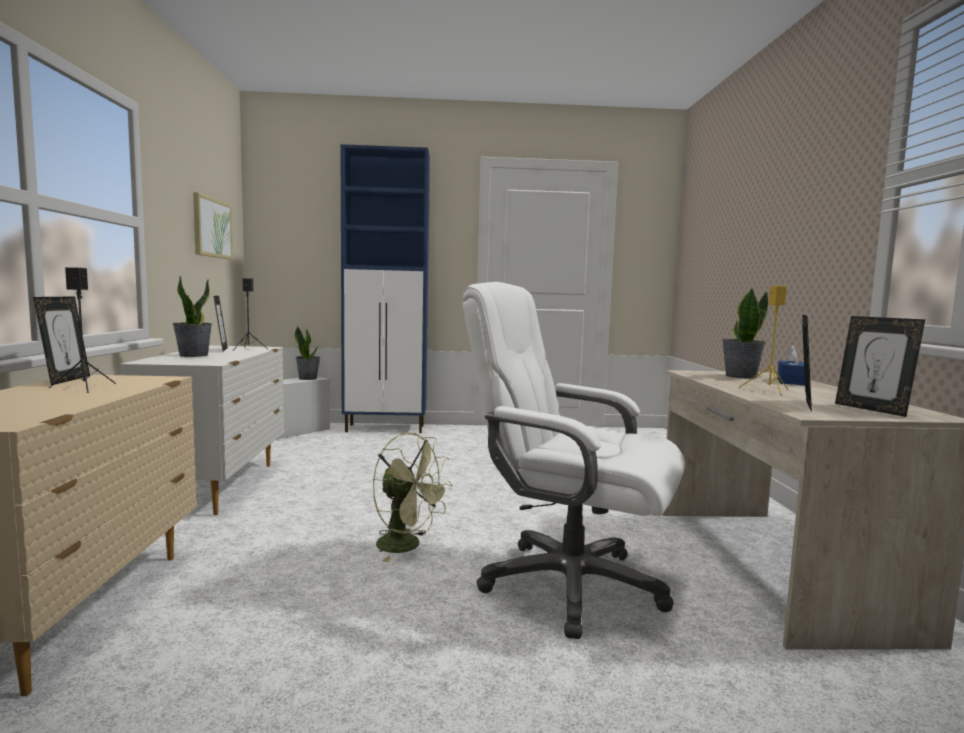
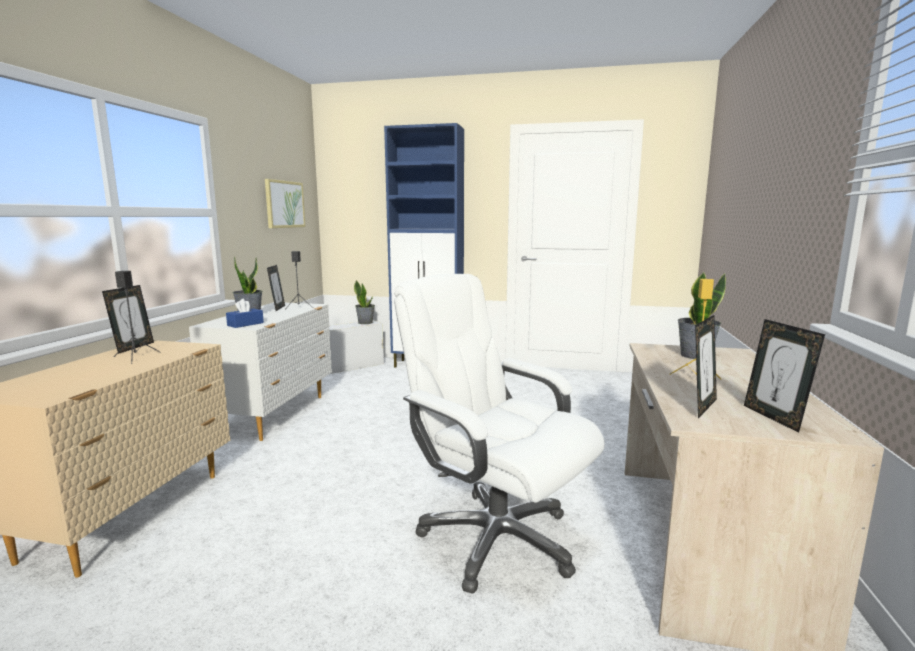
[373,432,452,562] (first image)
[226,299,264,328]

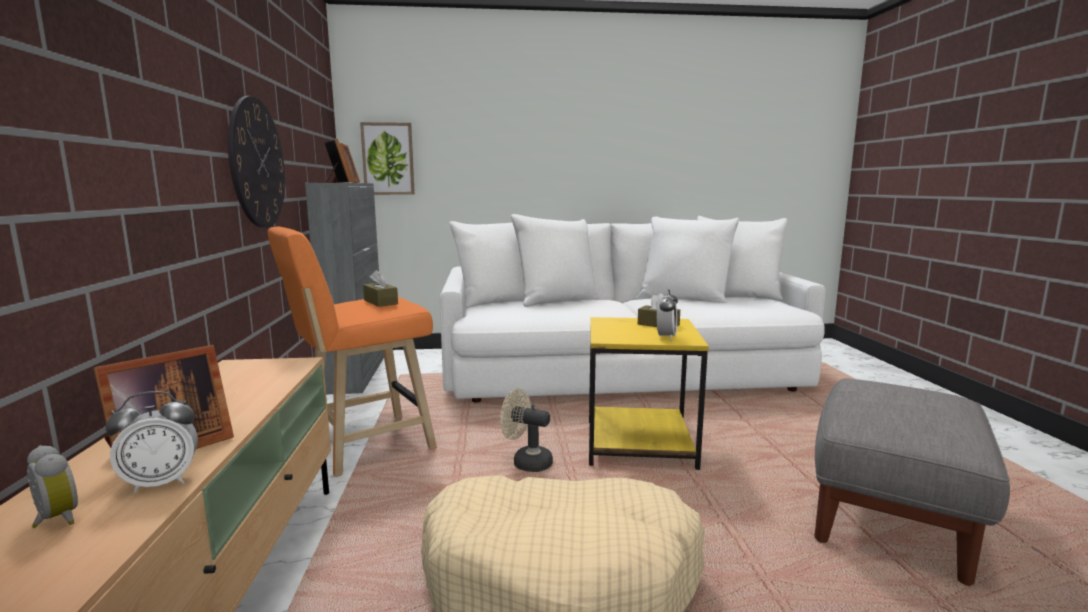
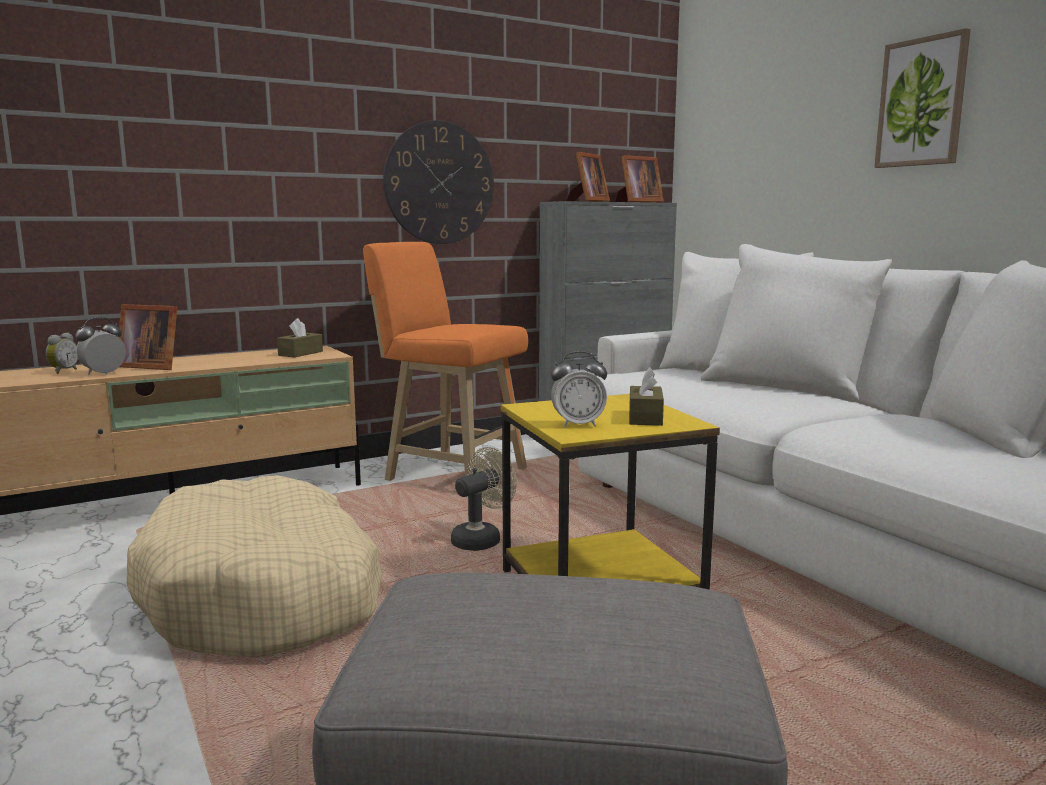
[874,28,971,168]
[277,318,323,357]
[75,317,126,375]
[451,447,517,551]

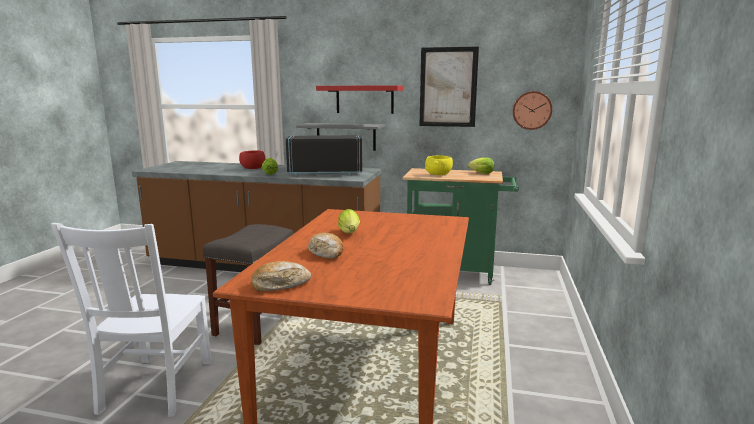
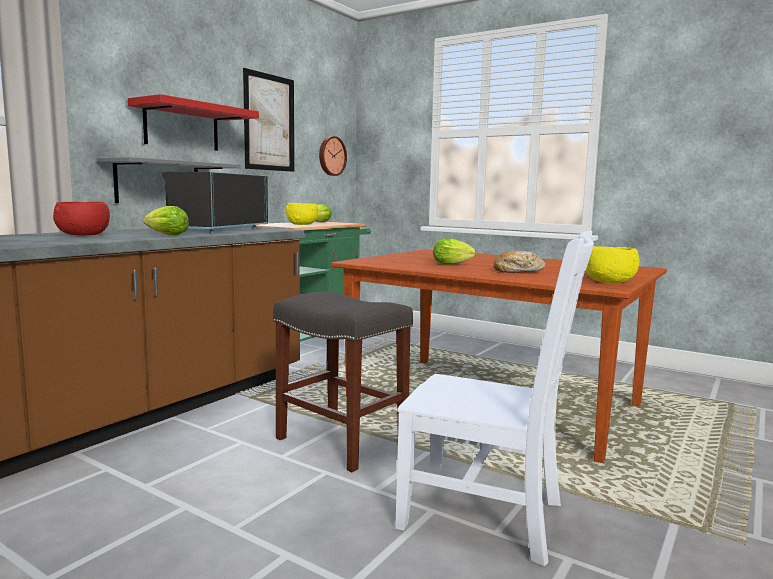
[586,246,640,283]

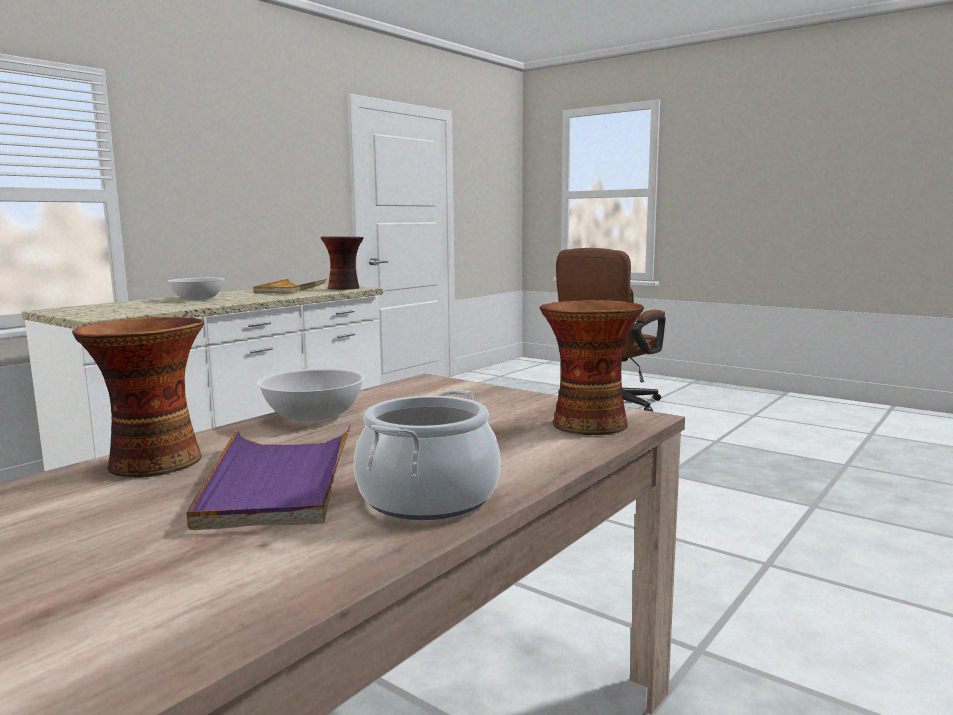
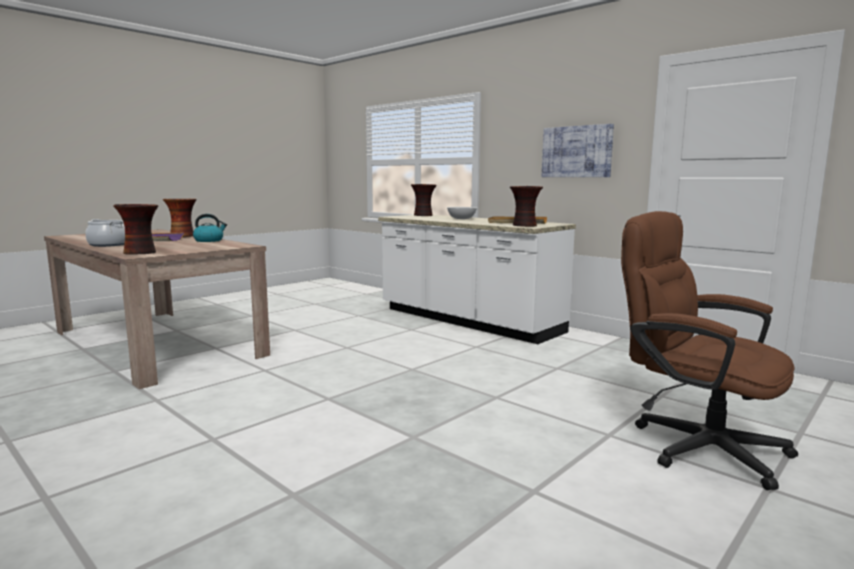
[411,184,437,216]
[542,124,614,177]
[193,214,227,242]

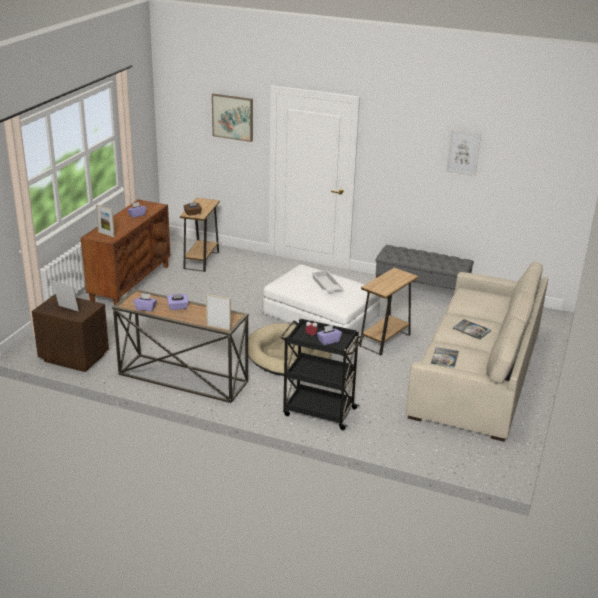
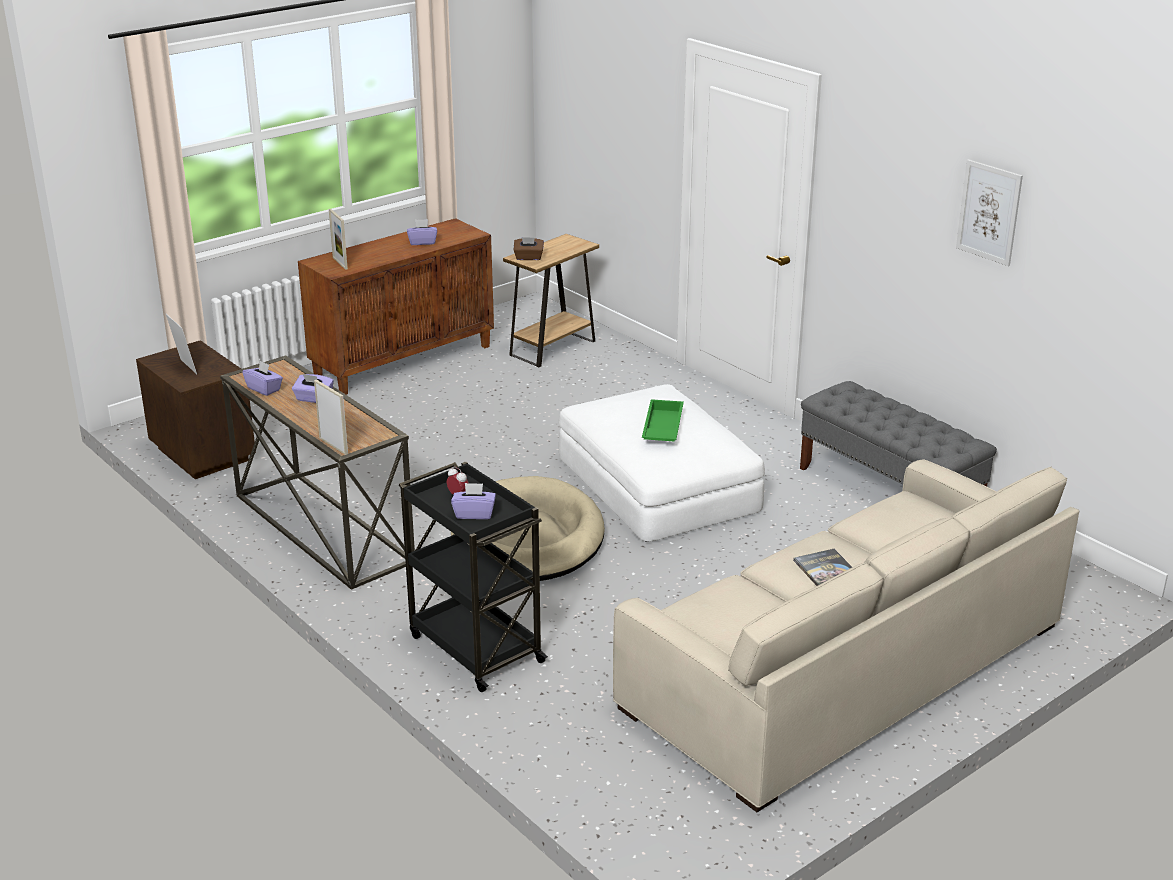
[212,94,253,142] (first image)
[359,268,418,356] (first image)
[431,347,459,368] (first image)
[642,399,684,442]

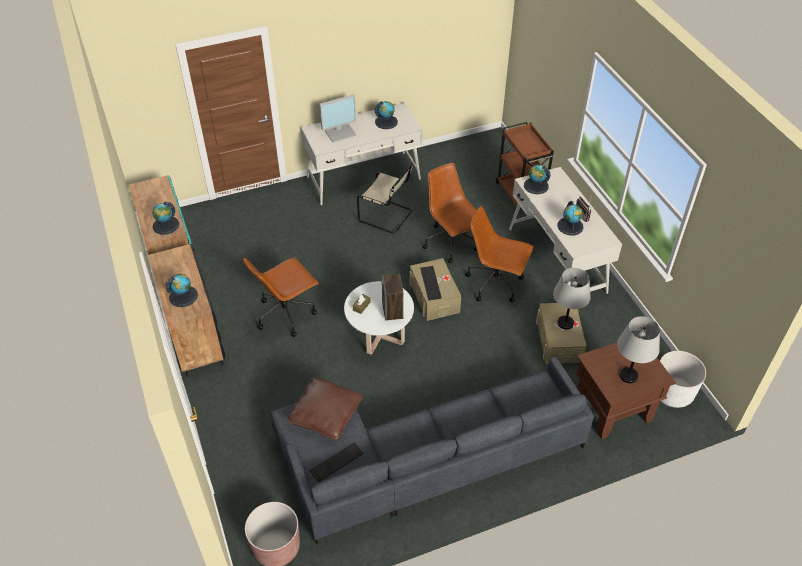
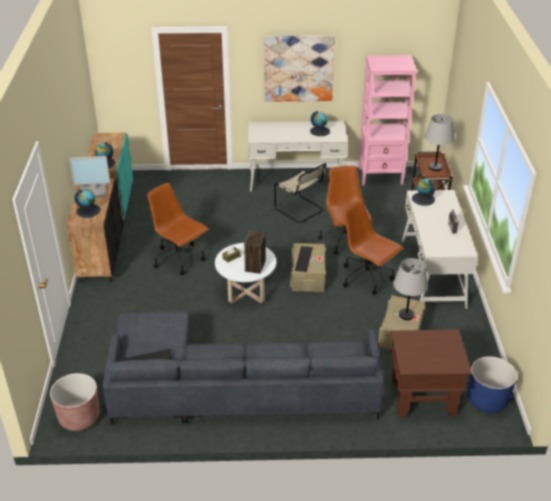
[287,377,363,440] (first image)
[557,201,584,235] (first image)
[264,36,335,102]
[359,55,417,185]
[69,156,110,197]
[425,114,455,171]
[468,356,517,413]
[147,183,209,275]

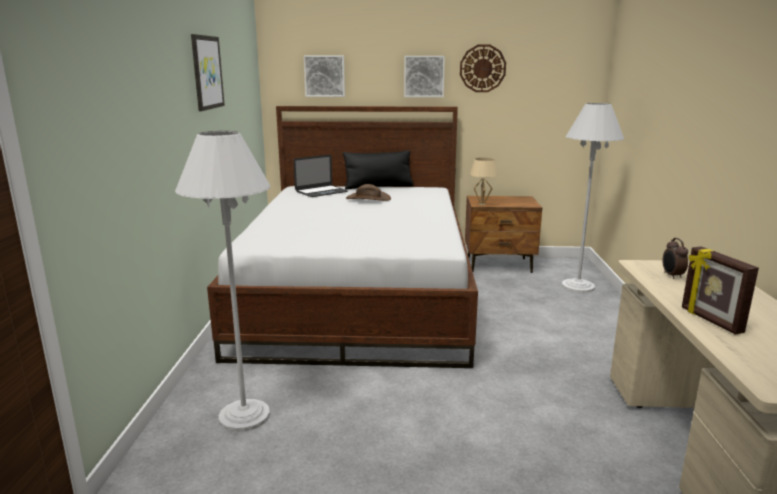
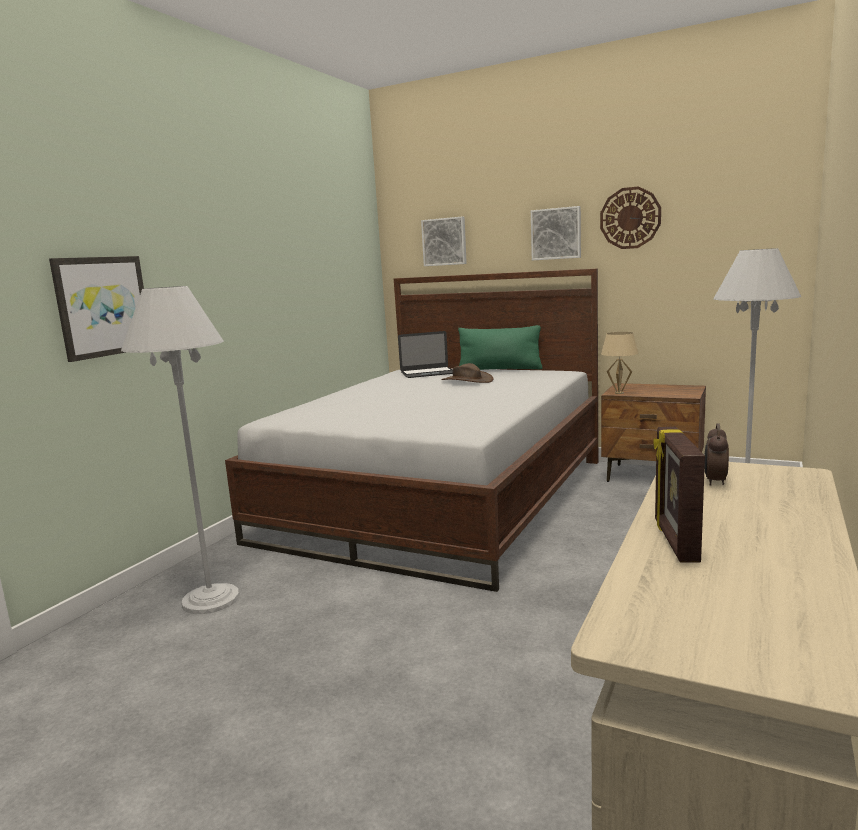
[49,256,144,362]
[458,325,543,370]

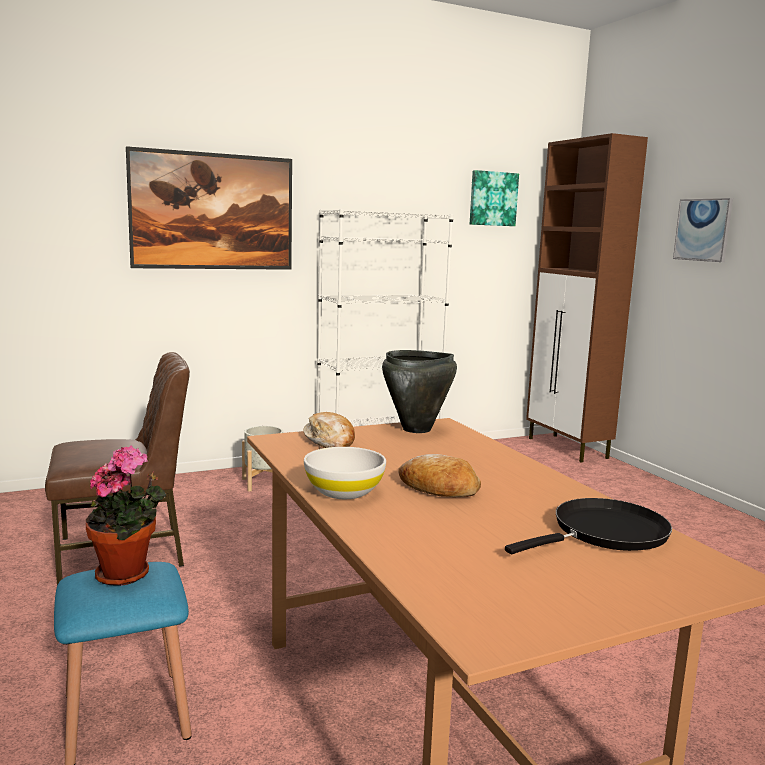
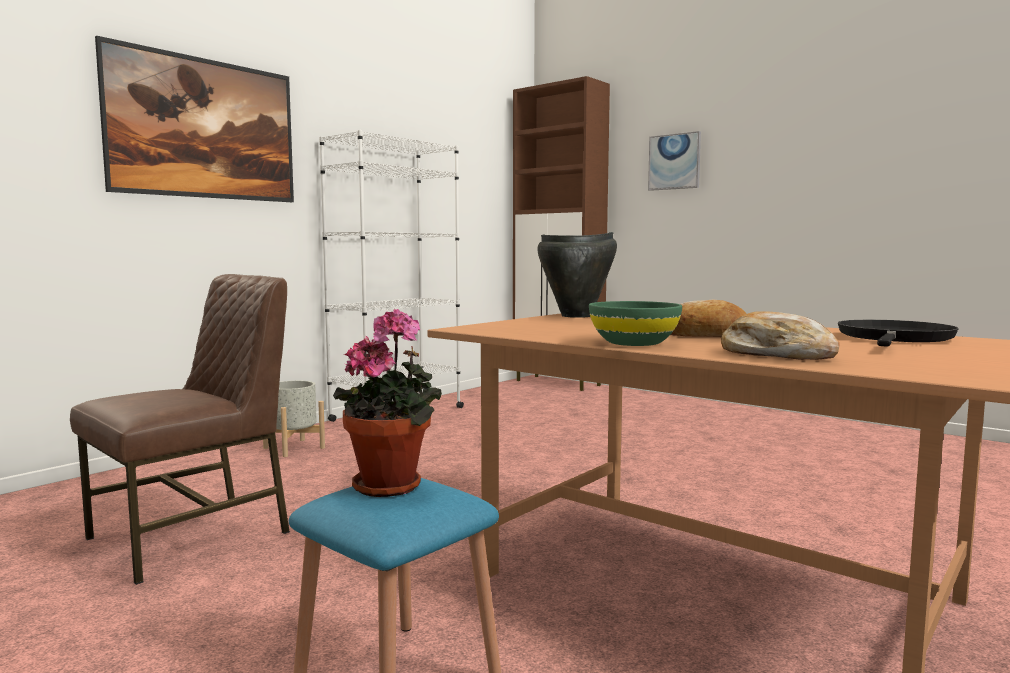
[470,170,519,226] (first image)
[721,311,839,360]
[589,301,682,346]

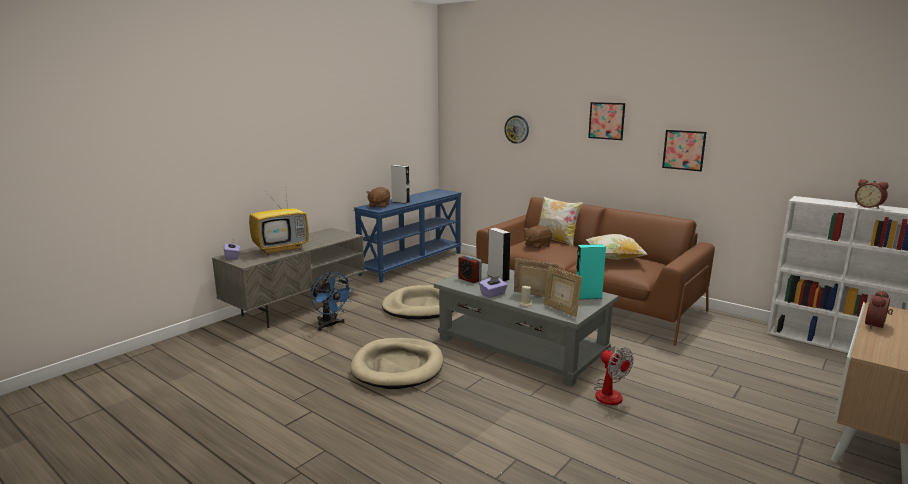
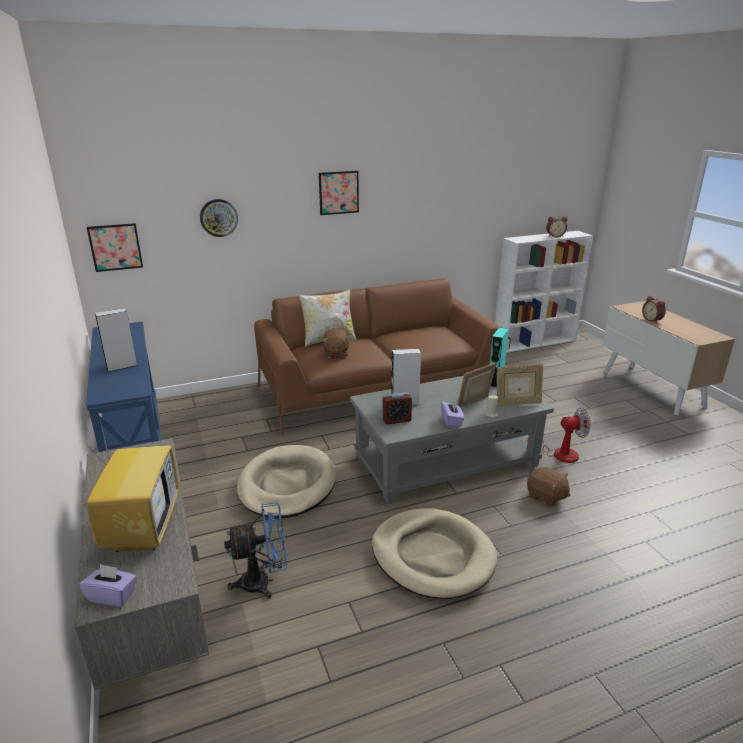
[586,234,648,260] (first image)
[527,466,570,507]
[87,223,143,272]

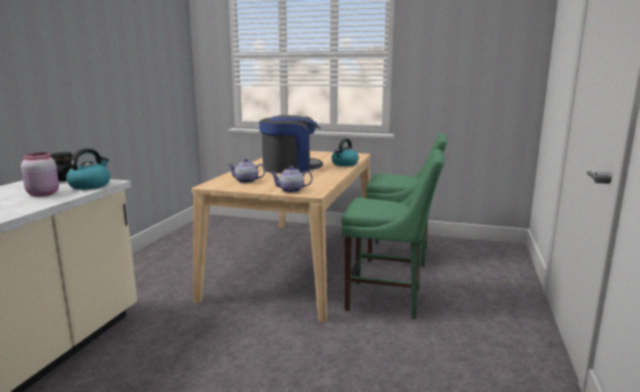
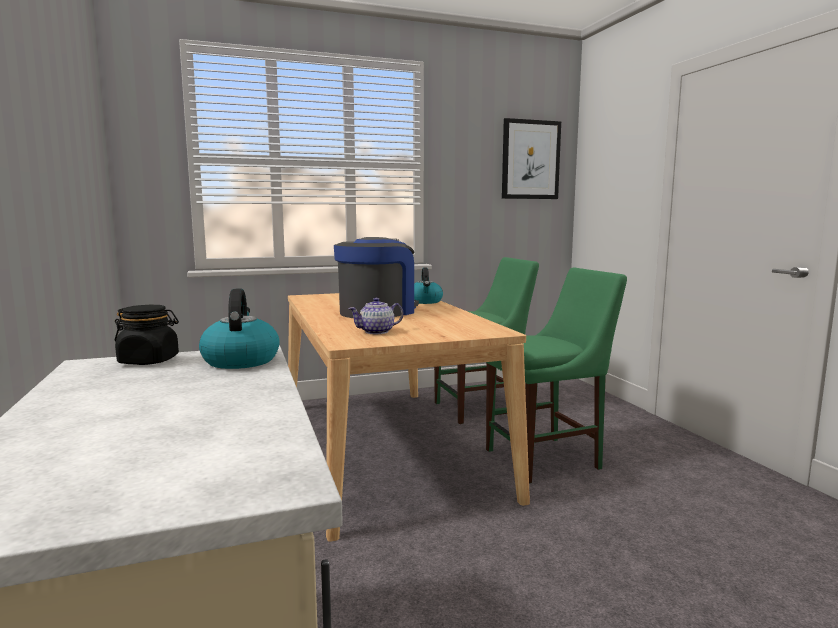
[21,153,59,196] (first image)
[270,166,313,193] (first image)
[502,118,561,199]

